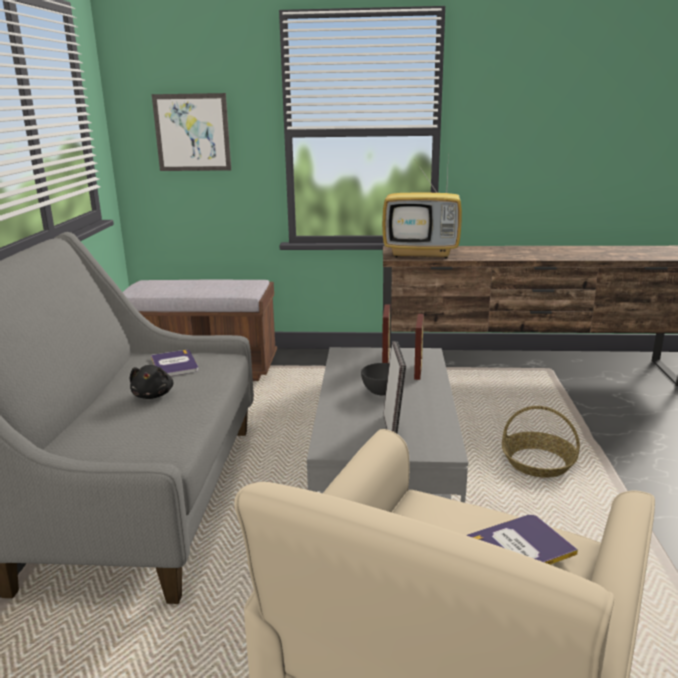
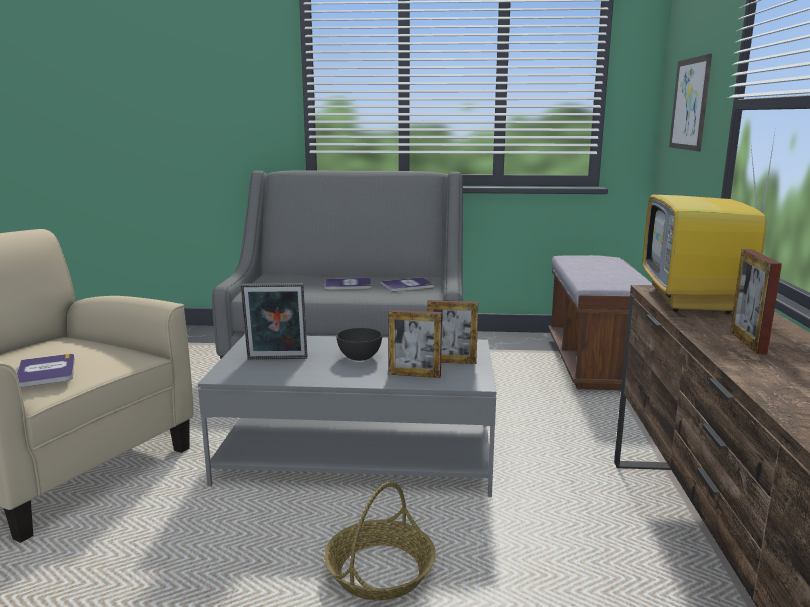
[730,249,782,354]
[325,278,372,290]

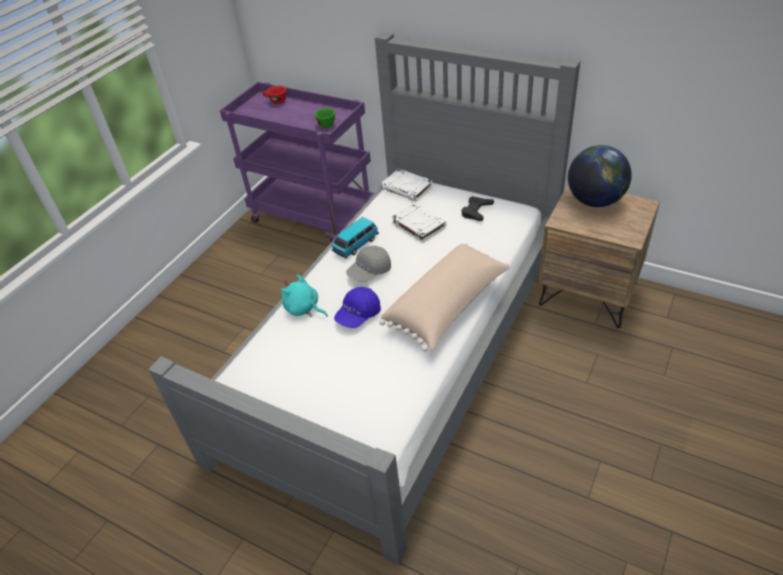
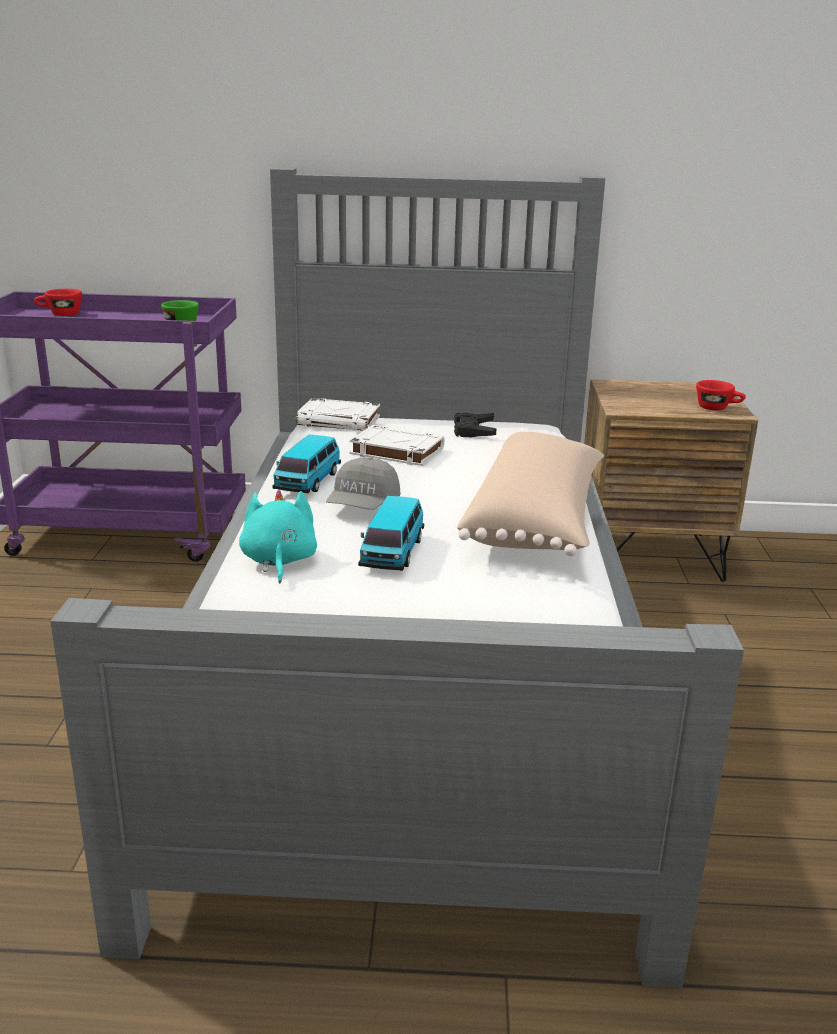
[568,145,632,207] (first image)
[696,380,746,410]
[358,496,424,571]
[239,489,317,584]

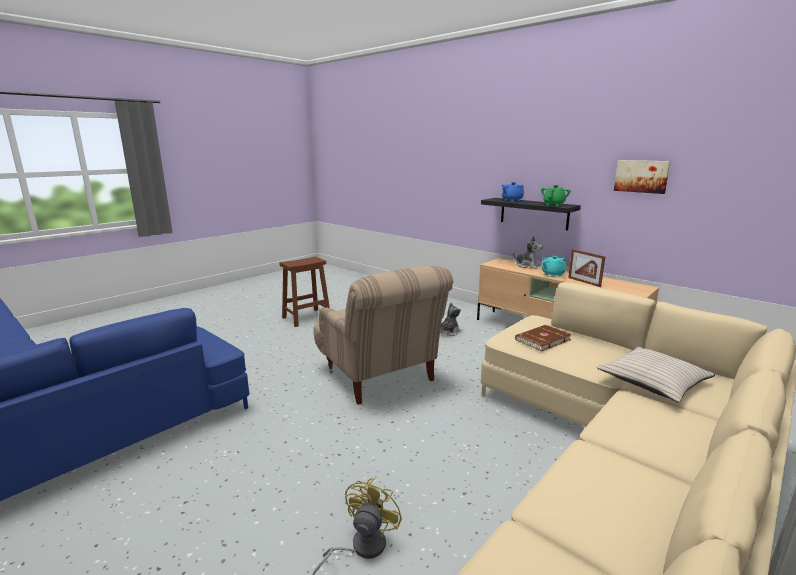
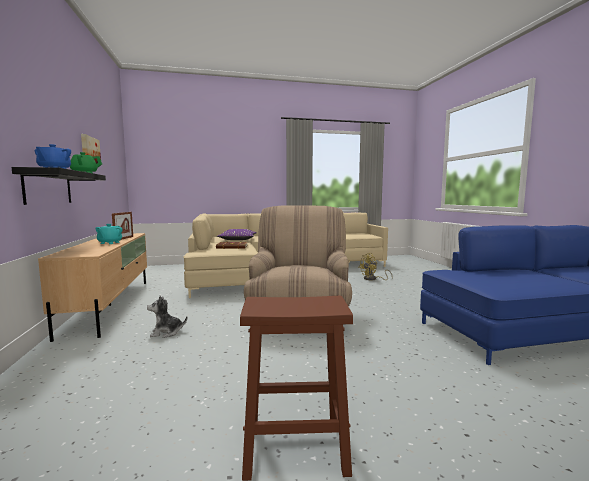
[513,236,543,269] (first image)
[217,229,257,240]

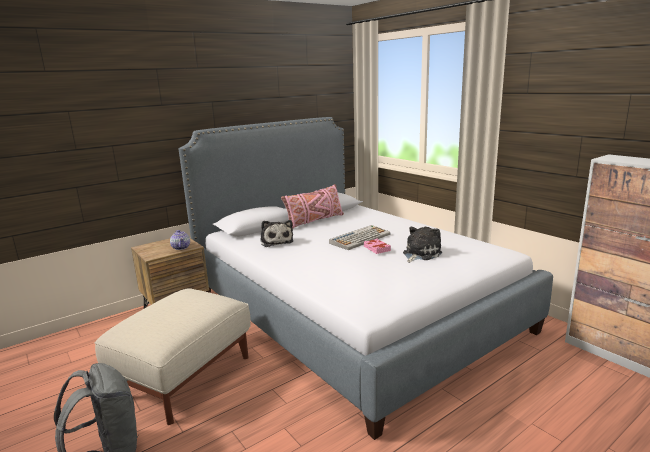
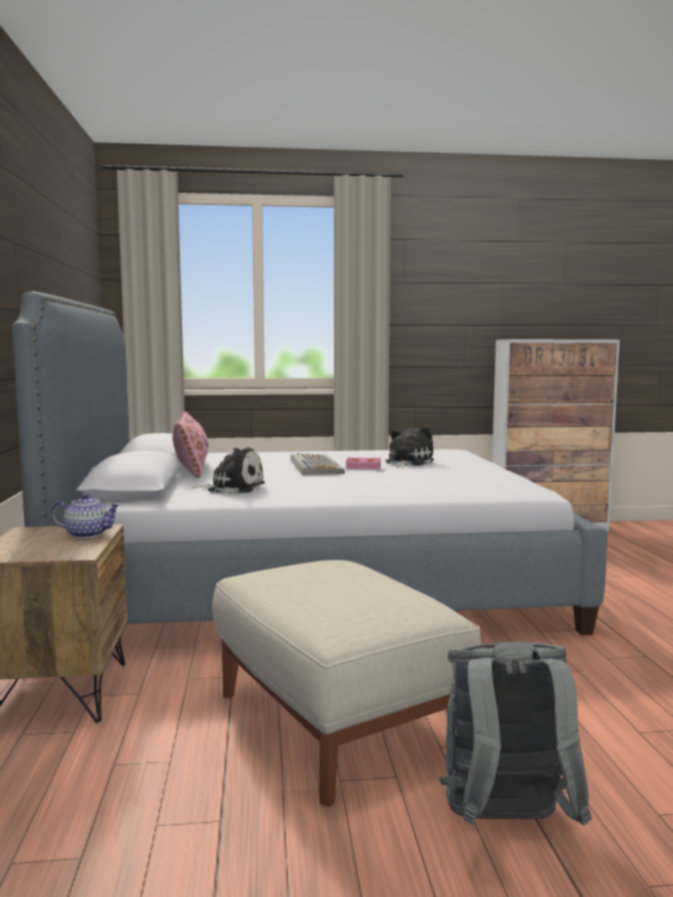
[386,427,434,468]

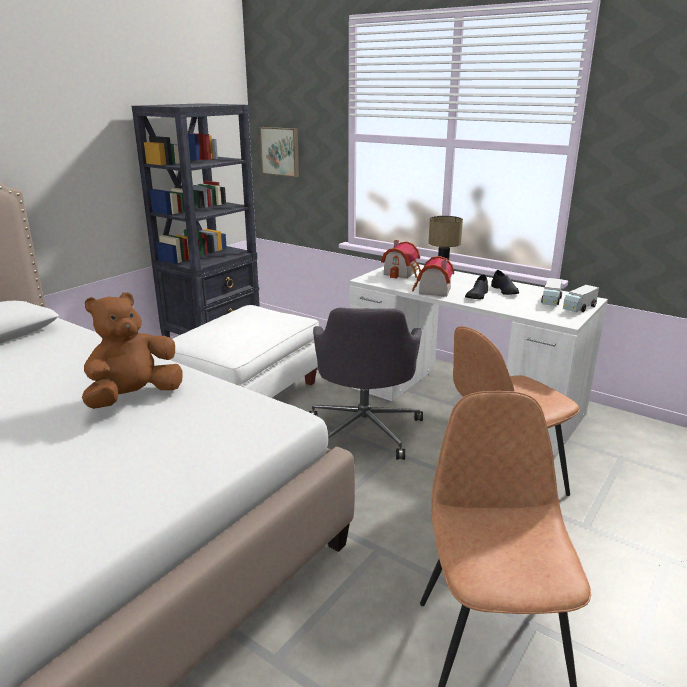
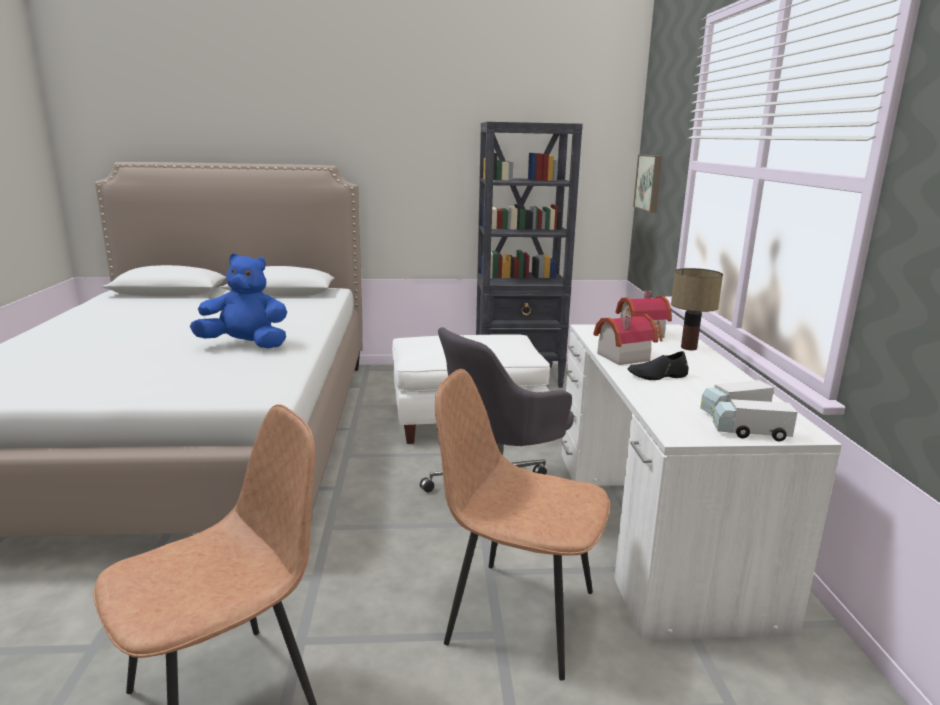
[491,270,519,295] (first image)
[190,253,287,348]

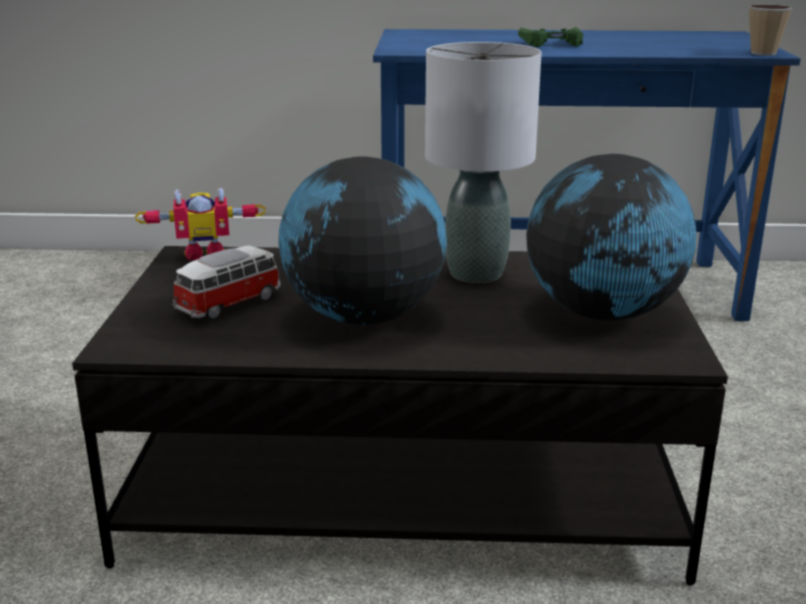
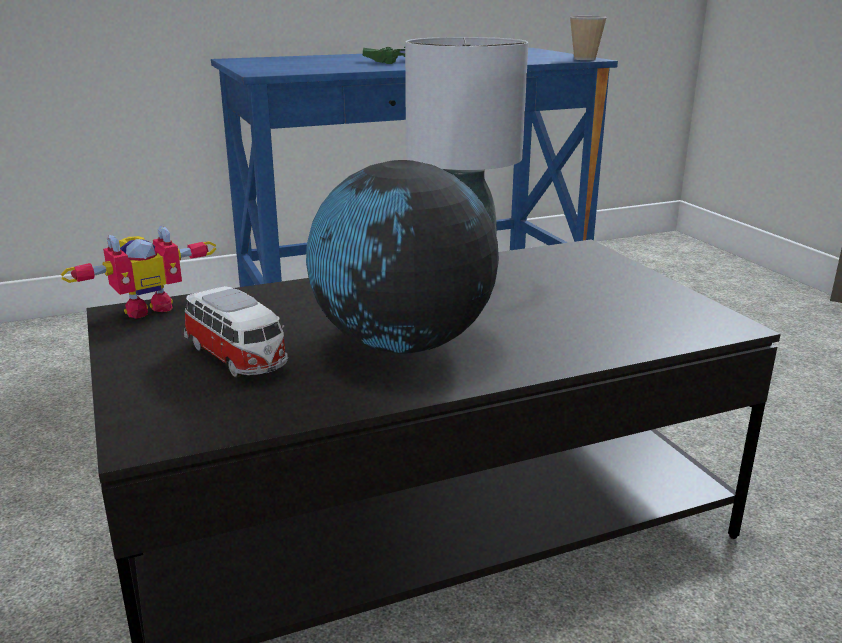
[526,154,696,321] (first image)
[184,286,288,378]

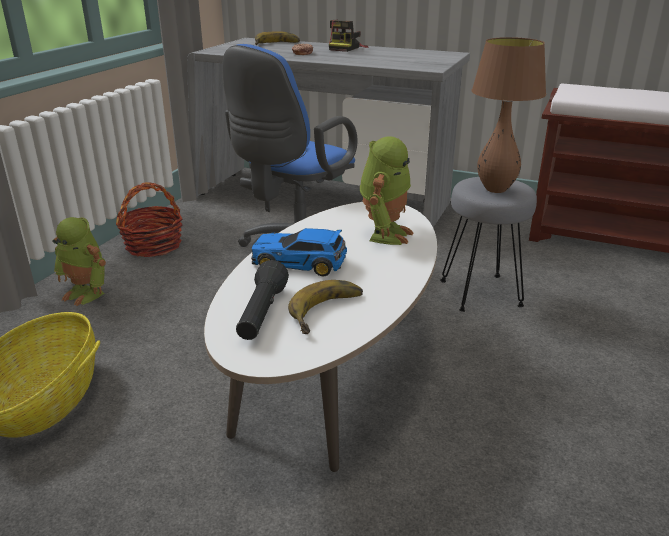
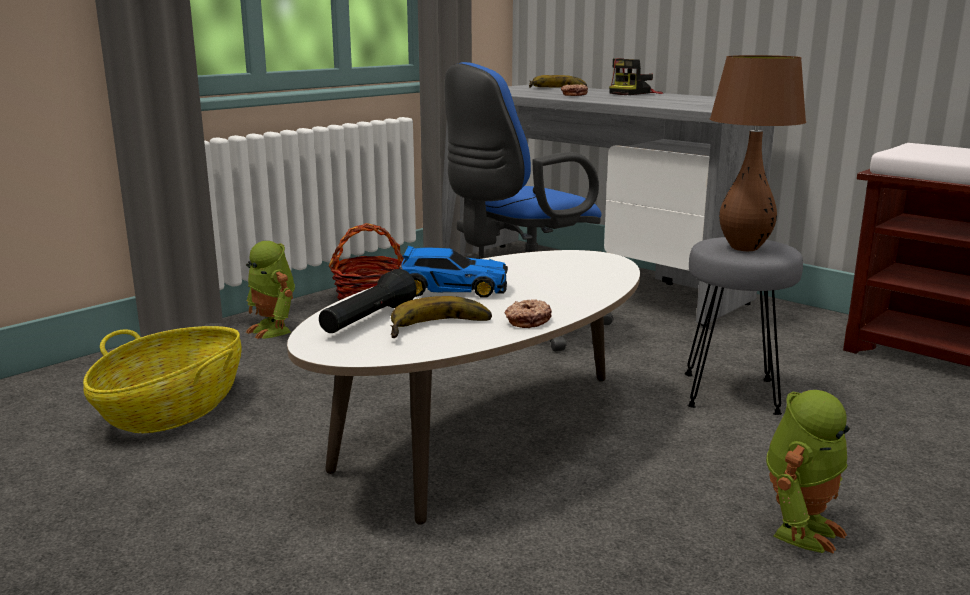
[504,299,552,328]
[766,390,850,553]
[399,246,508,298]

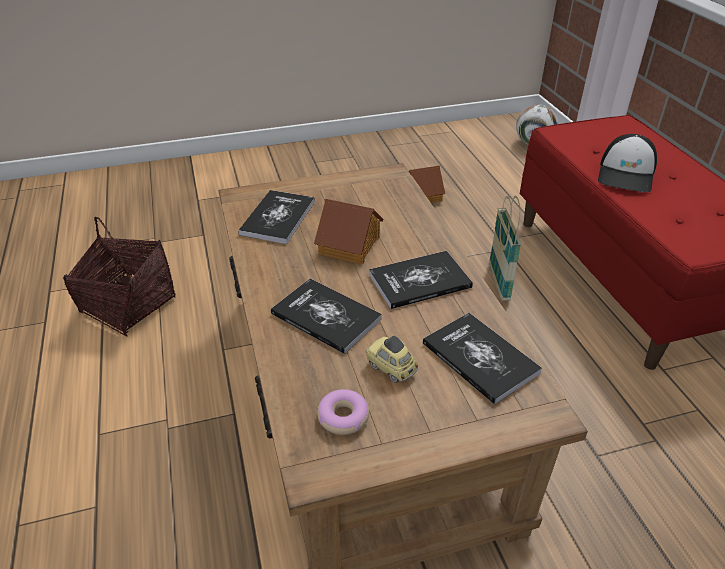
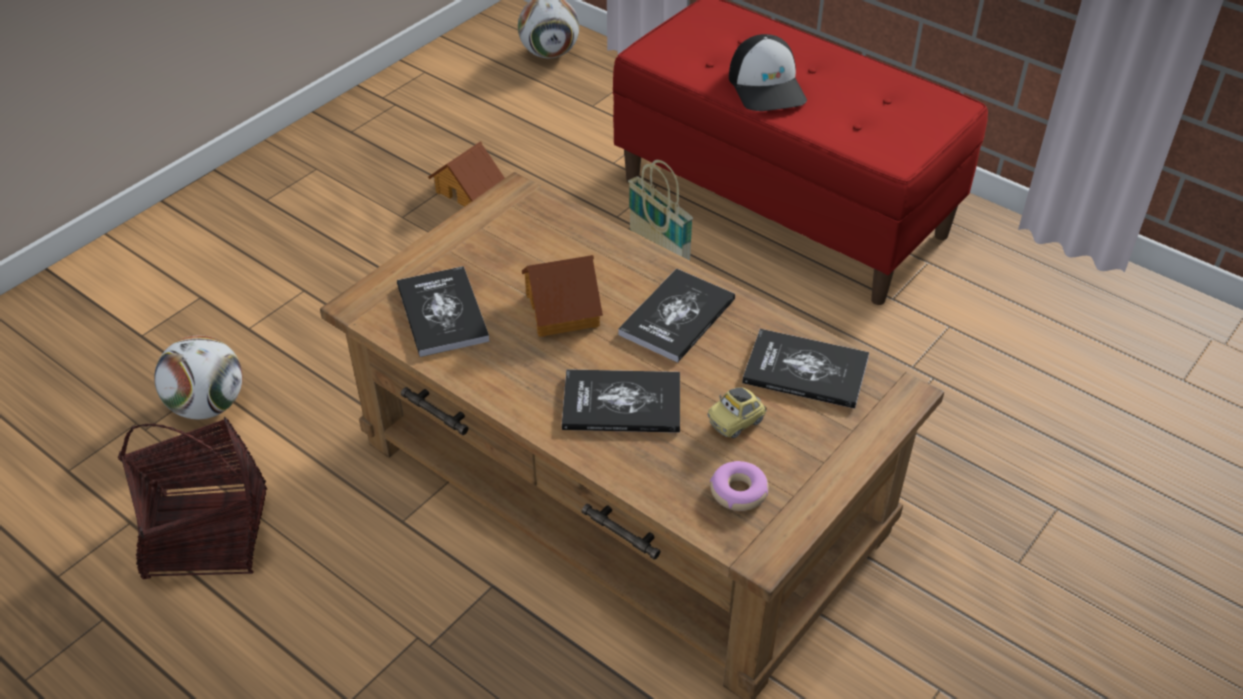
[154,335,243,419]
[707,388,767,438]

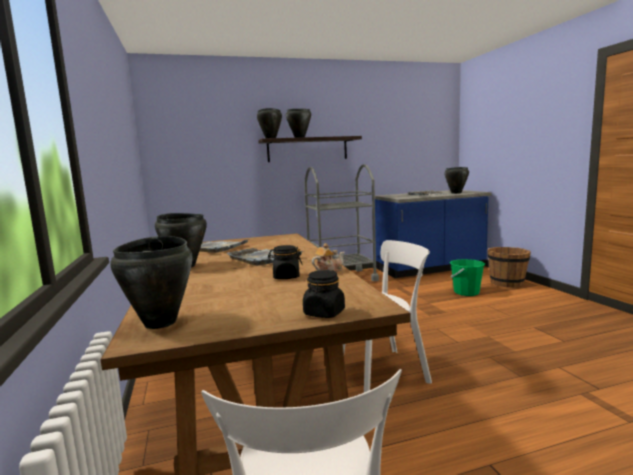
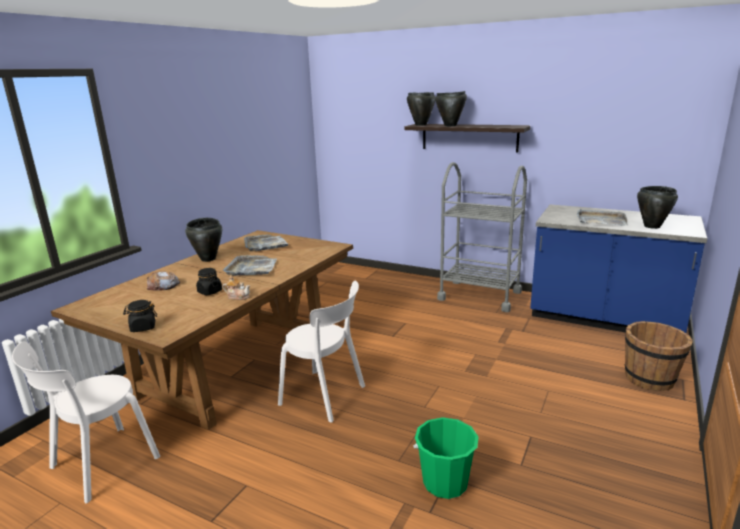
[110,236,193,329] (first image)
[147,271,180,291]
[413,417,478,499]

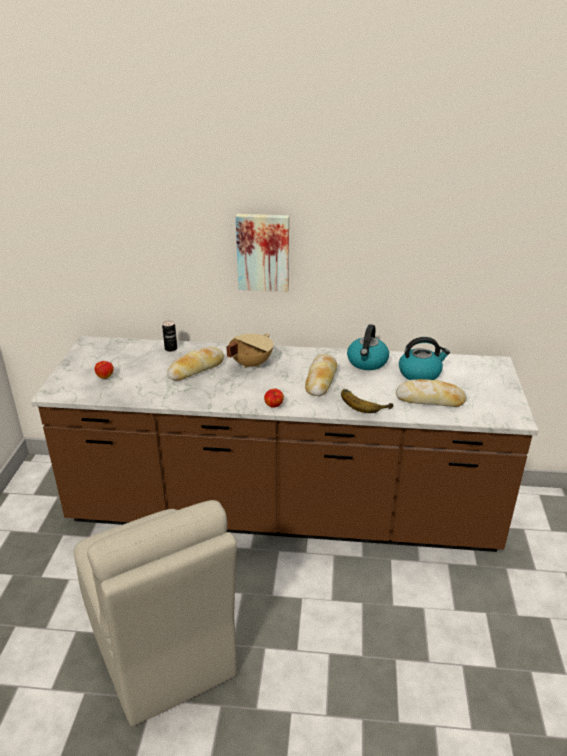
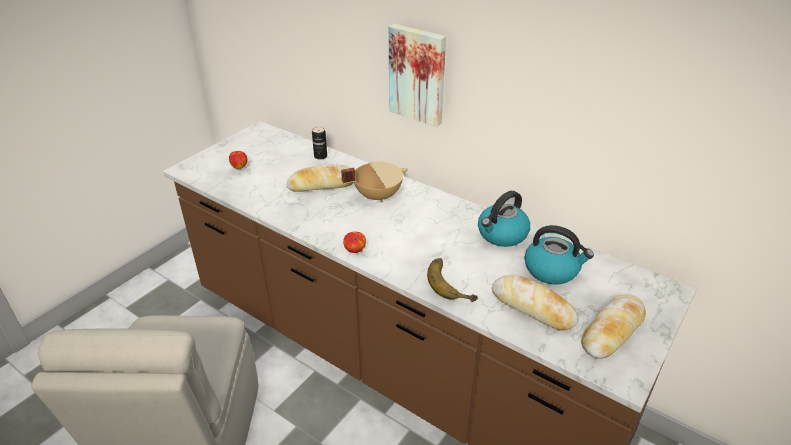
[581,294,646,359]

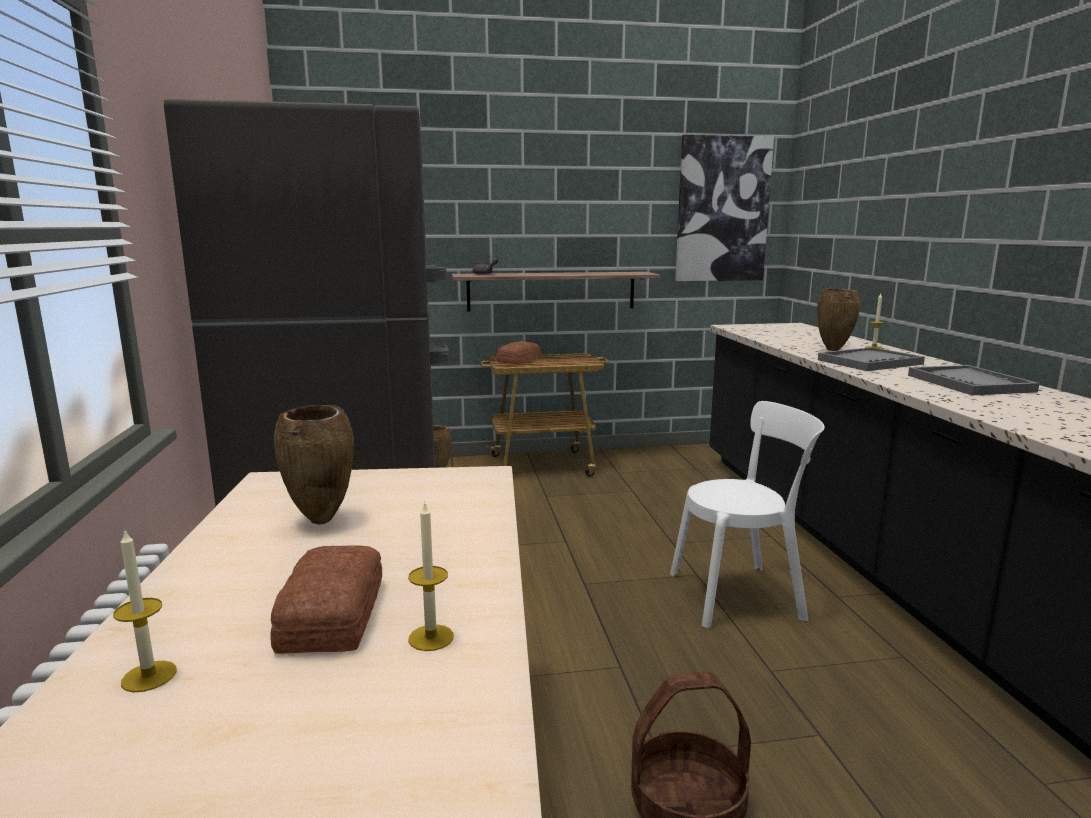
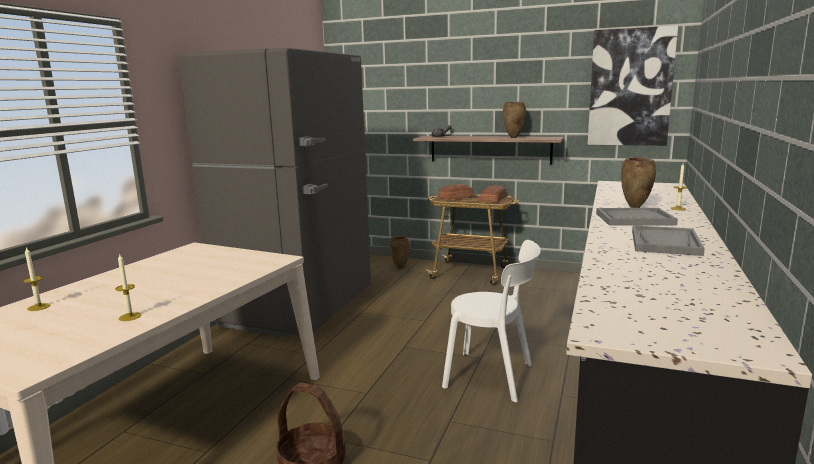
[480,185,507,202]
[503,102,526,138]

